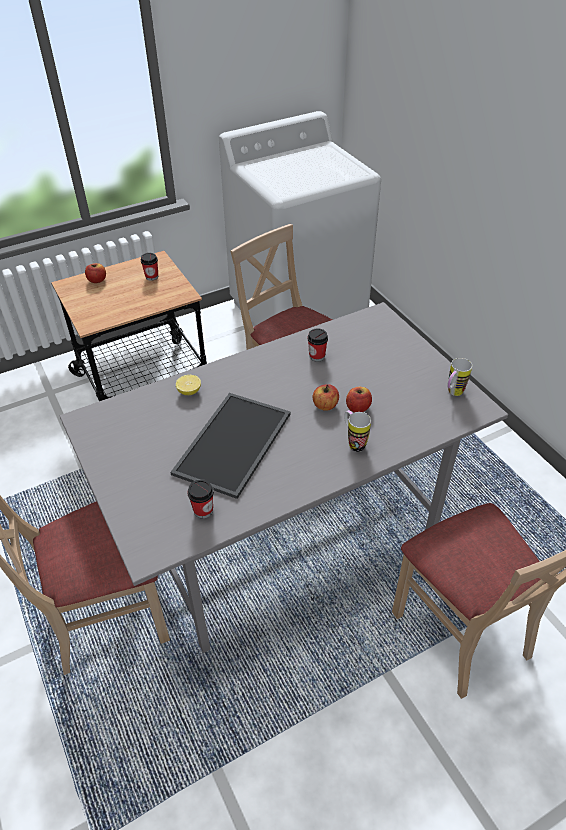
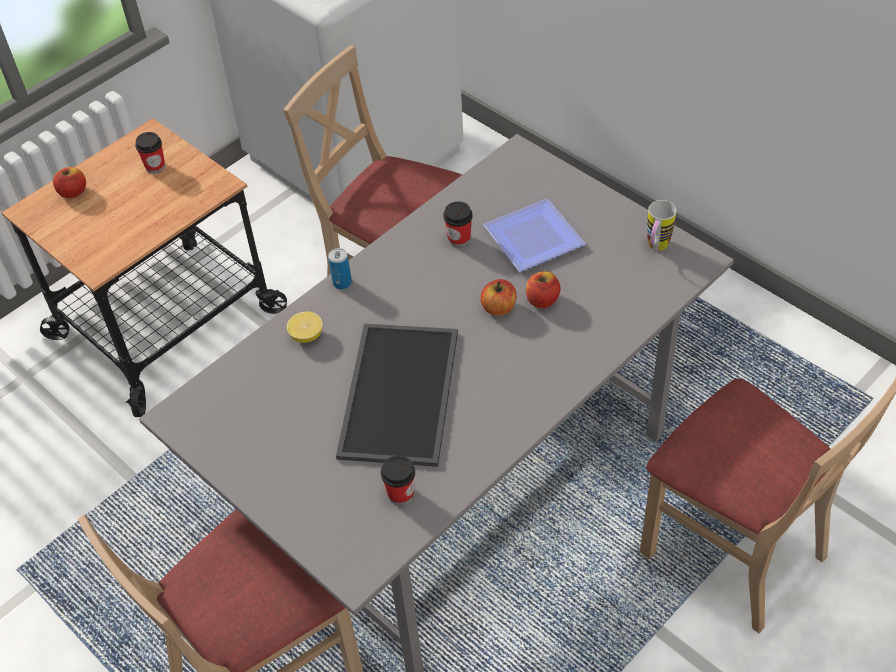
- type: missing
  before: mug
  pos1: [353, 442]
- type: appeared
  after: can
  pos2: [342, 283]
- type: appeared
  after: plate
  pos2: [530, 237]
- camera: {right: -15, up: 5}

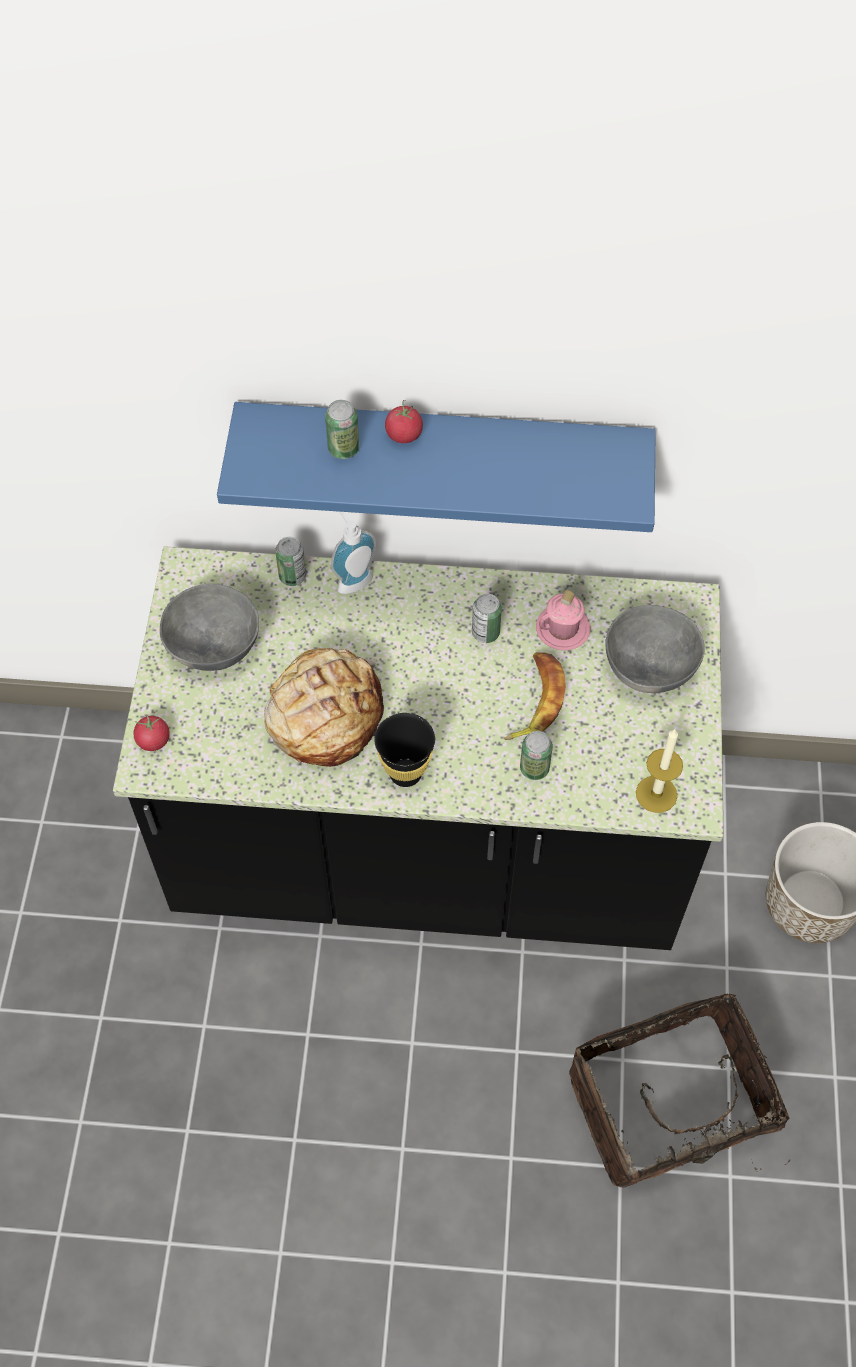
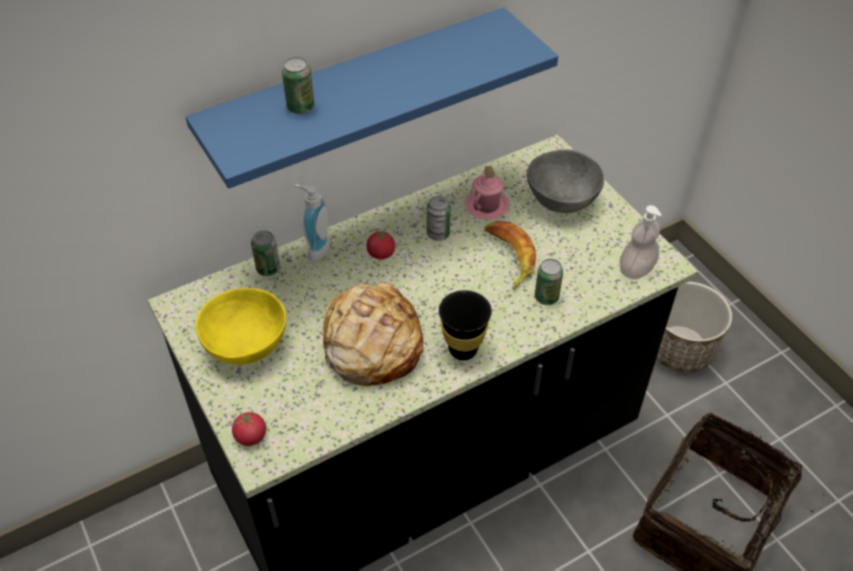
- type: colour
  before: grey bowl
  after: yellow bowl
  pos1: [212, 647]
  pos2: [244, 346]
- type: relocated
  before: tomato
  pos1: [404, 434]
  pos2: [381, 253]
- type: exchanged
  before: candle
  after: soap dispenser
  pos1: [656, 794]
  pos2: [636, 269]
- camera: {right: -35, up: -10}

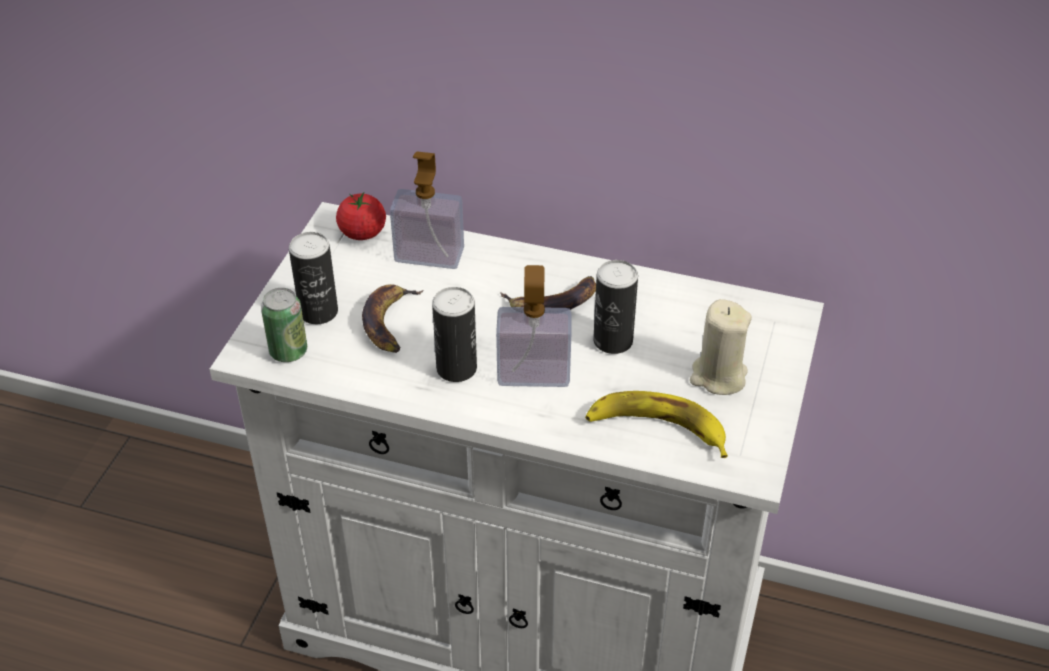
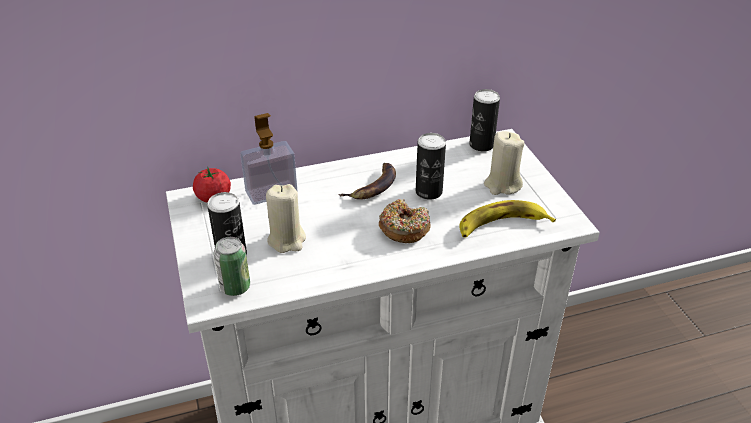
- type: exchanged
  before: banana
  after: beige candle
  pos1: [390, 323]
  pos2: [287, 240]
- type: relocated
  before: can
  pos1: [456, 368]
  pos2: [481, 145]
- type: exchanged
  before: soap dispenser
  after: donut
  pos1: [533, 373]
  pos2: [404, 228]
- camera: {right: -35, up: -5}

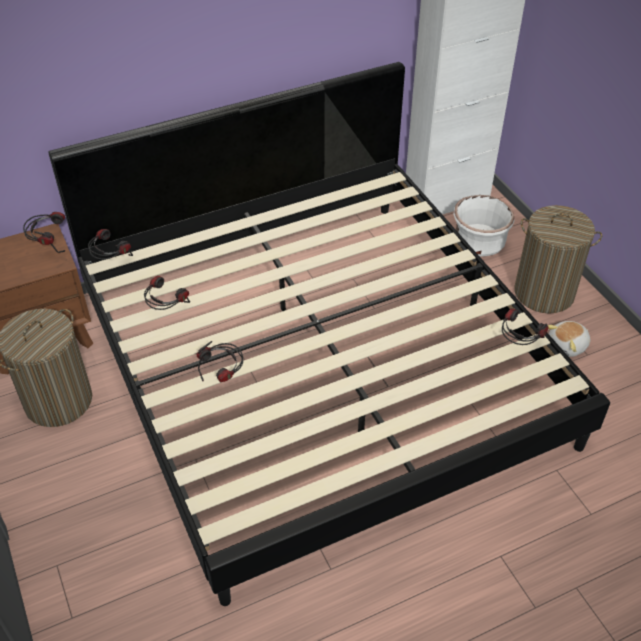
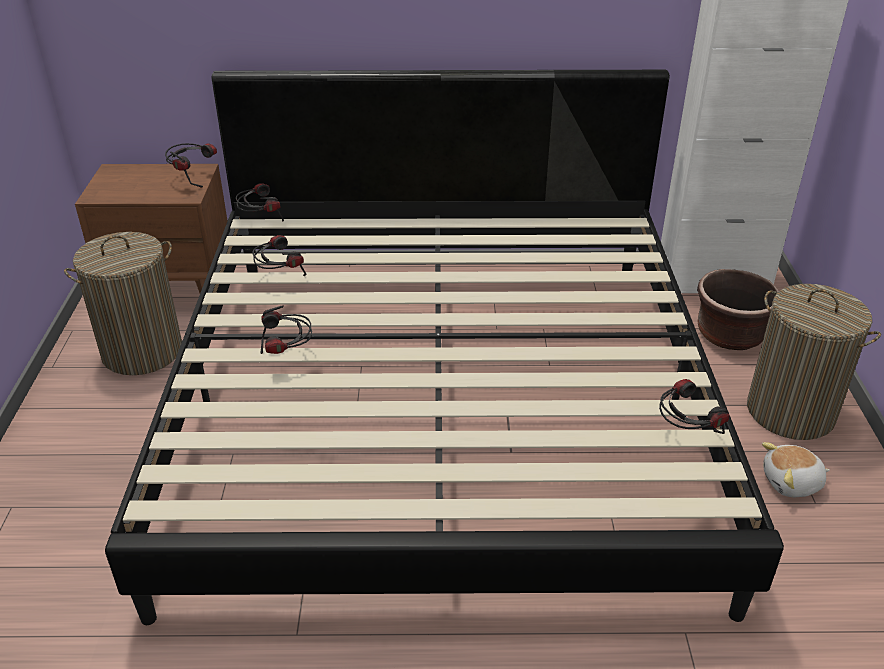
- type: colour
  before: white planter
  after: brown planter
  pos1: [479, 243]
  pos2: [729, 334]
- camera: {right: 25, up: -10}

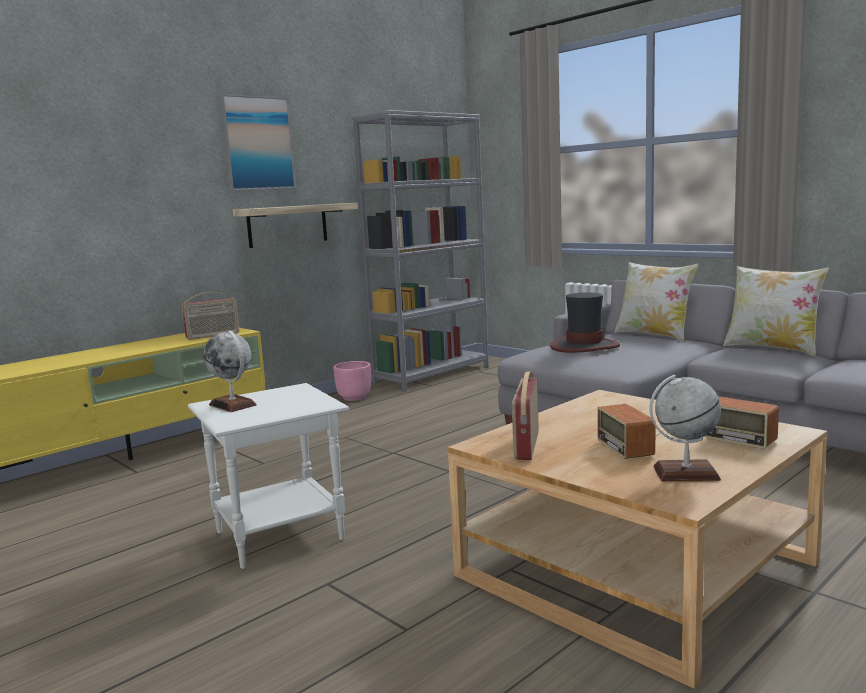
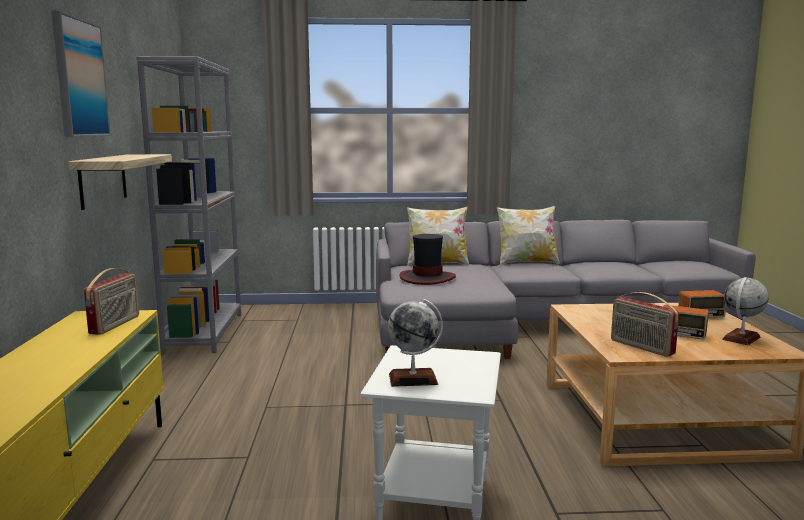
- type: missing
  before: pink planter
  pos1: [354, 398]
- camera: {right: -50, up: 0}

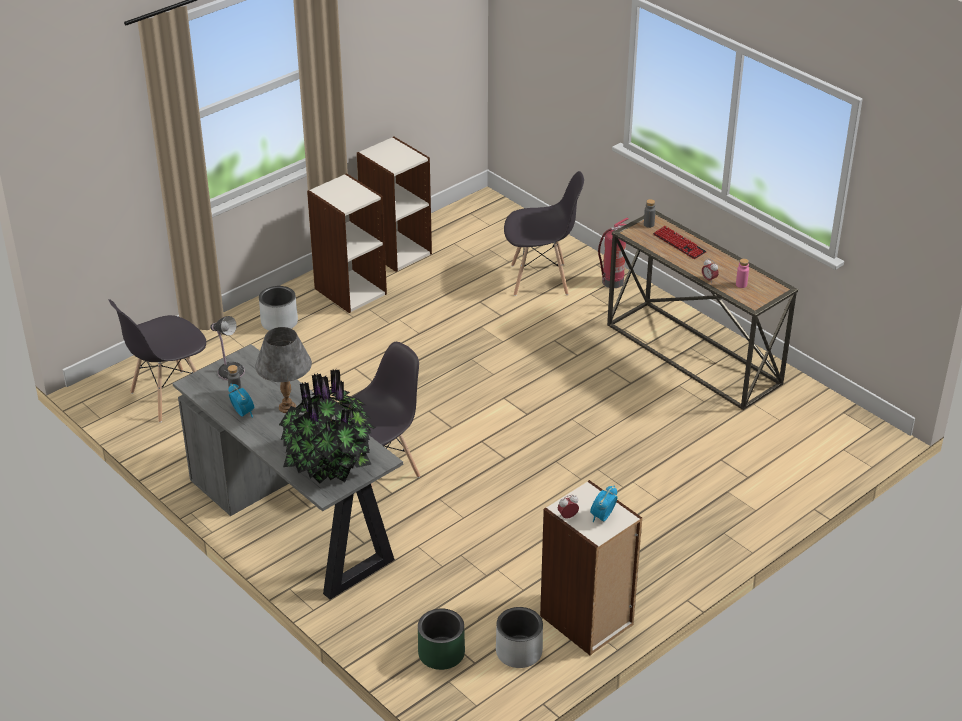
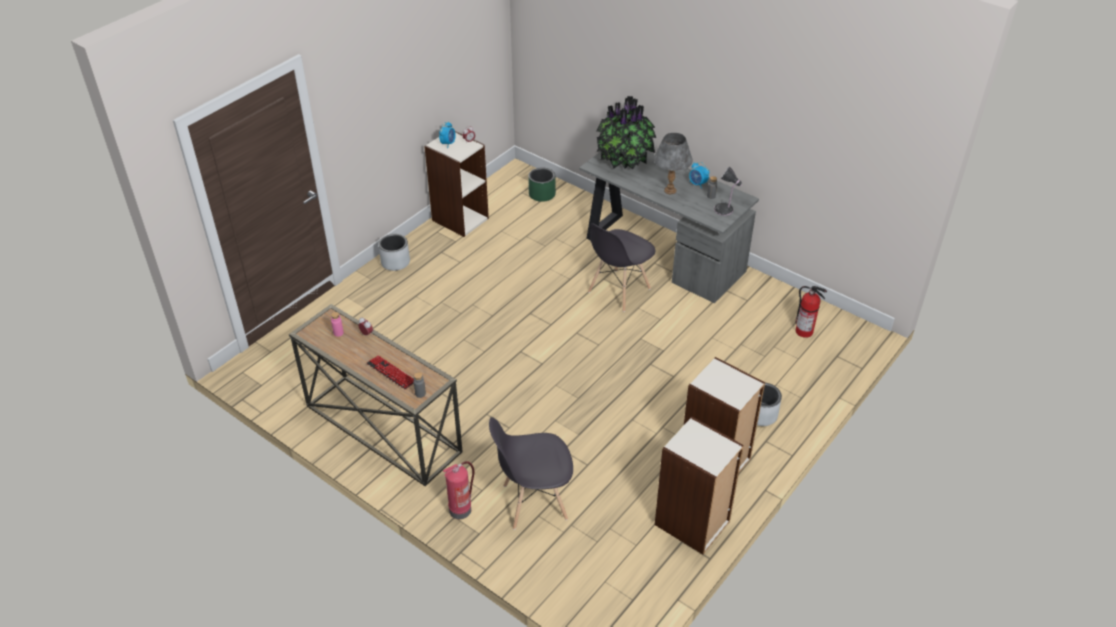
- type: exchanged
  before: grey chair
  after: fire extinguisher
  pos1: [169, 396]
  pos2: [805, 331]
- type: relocated
  before: grey planter
  pos1: [519, 652]
  pos2: [395, 262]
- camera: {right: 170, up: 5}

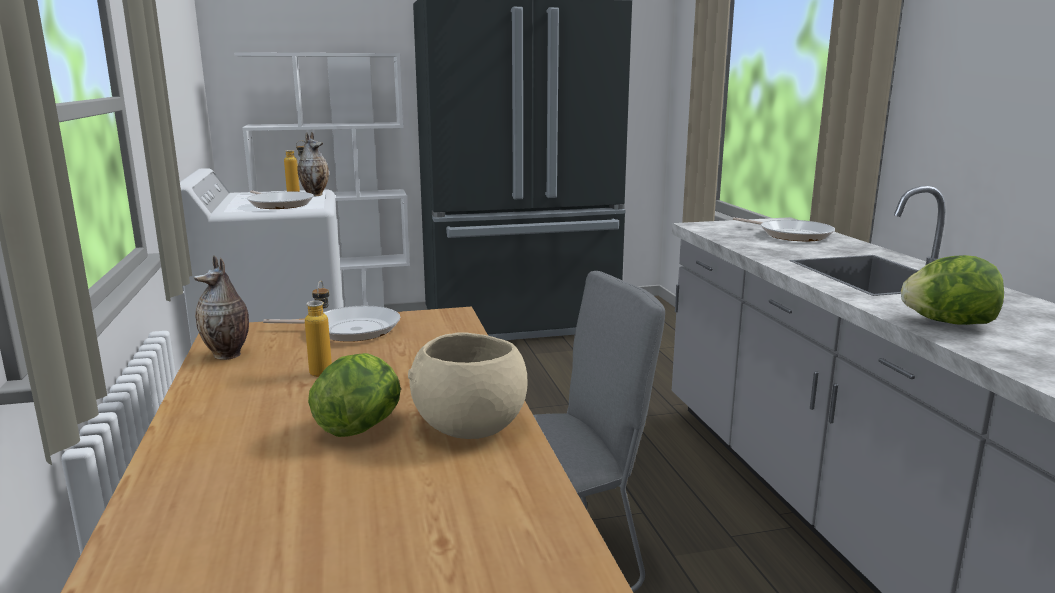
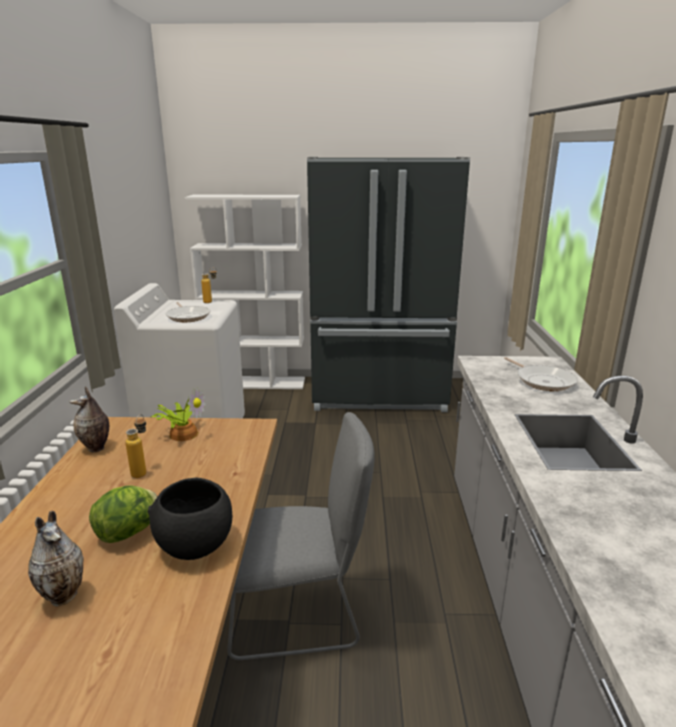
- type: exchanged
  before: frying pan
  after: potted plant
  pos1: [349, 330]
  pos2: [183, 433]
- type: relocated
  before: vase
  pos1: [315, 195]
  pos2: [65, 594]
- type: colour
  before: beige bowl
  after: black bowl
  pos1: [467, 426]
  pos2: [193, 543]
- type: missing
  before: lettuce
  pos1: [948, 323]
- camera: {right: 15, up: 5}

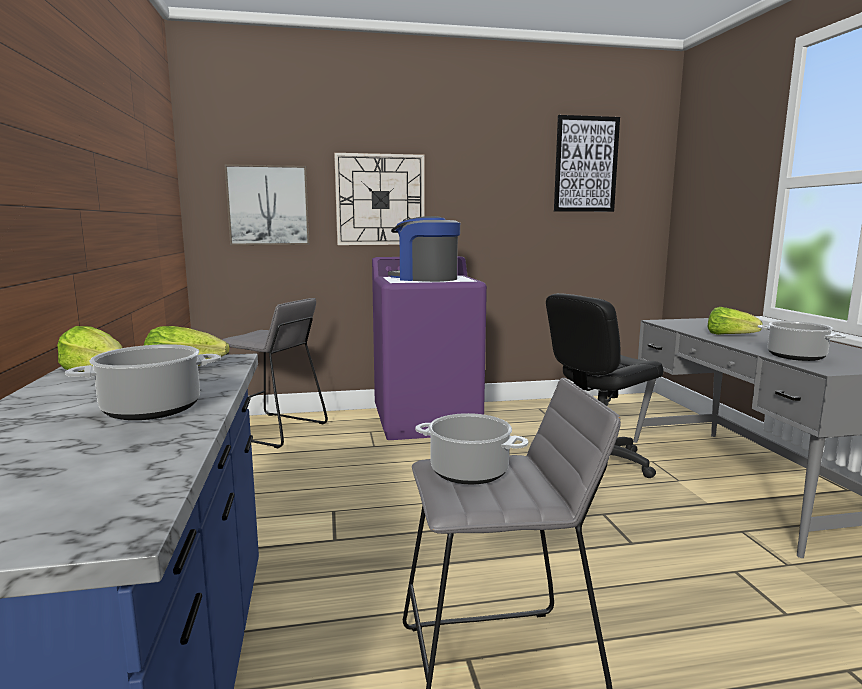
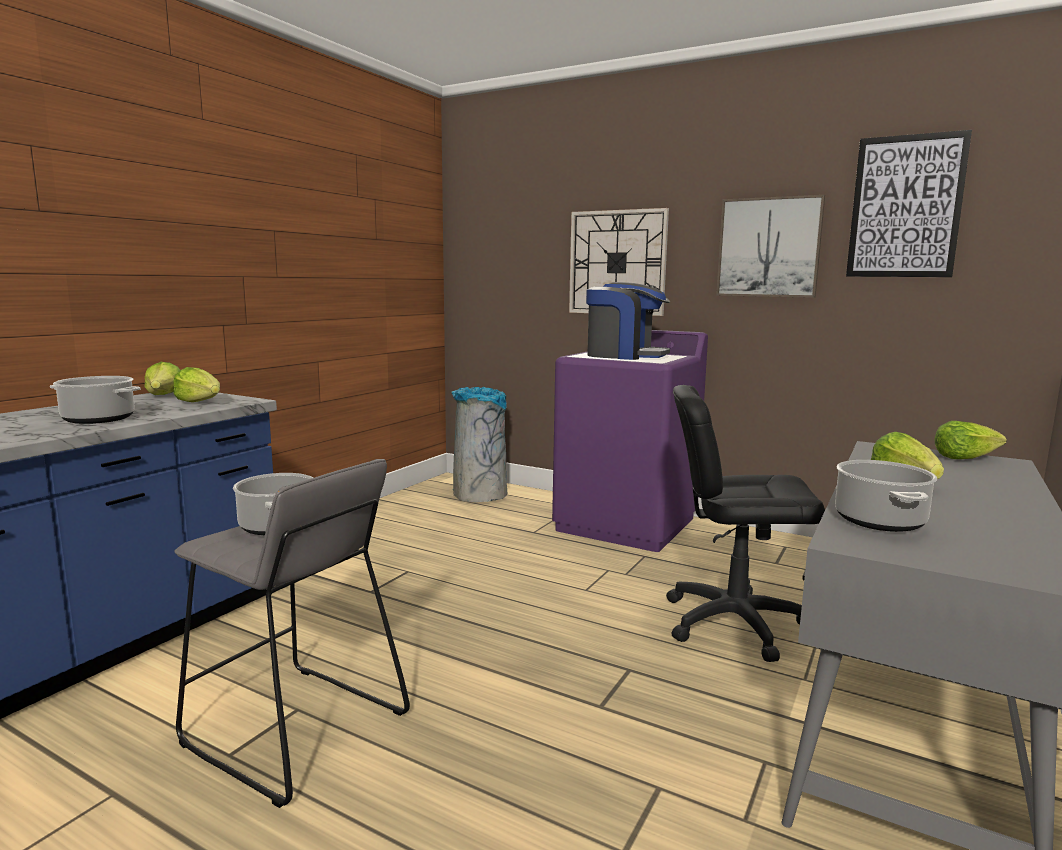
- type: exchanged
  before: grey stool
  after: grey trash can
  pos1: [273, 430]
  pos2: [480, 495]
- type: relocated
  before: picture
  pos1: [268, 205]
  pos2: [769, 247]
- type: spun
  before: coffee machine
  pos1: [425, 278]
  pos2: [625, 355]
  turn: 135
- type: appeared
  after: lettuce
  pos2: [964, 457]
- camera: {right: 40, up: 0}

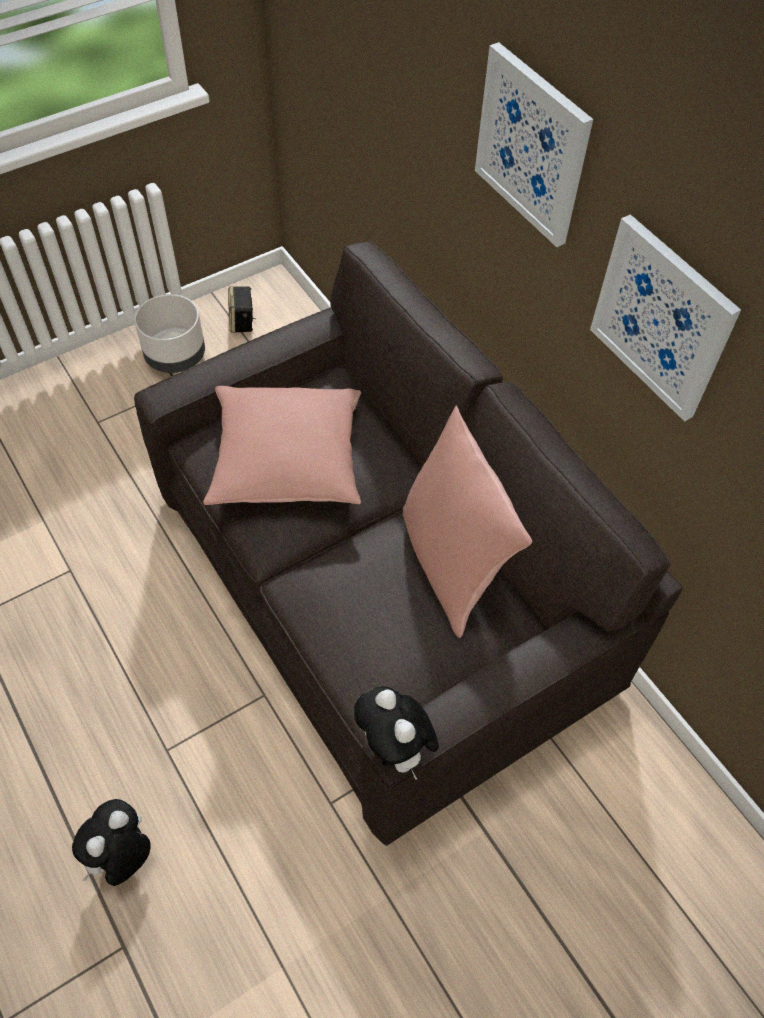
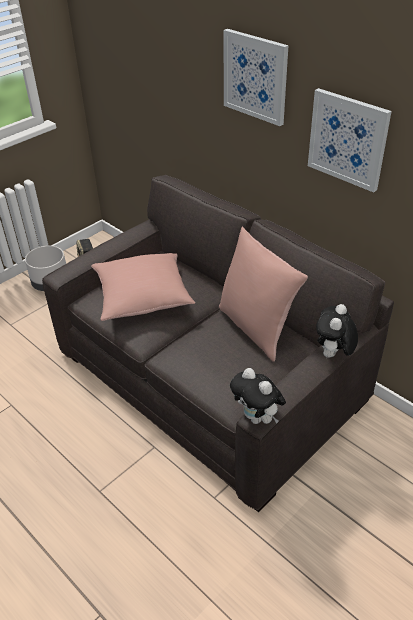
- type: relocated
  before: plush toy
  pos1: [122, 856]
  pos2: [333, 355]
- camera: {right: -10, up: -15}

